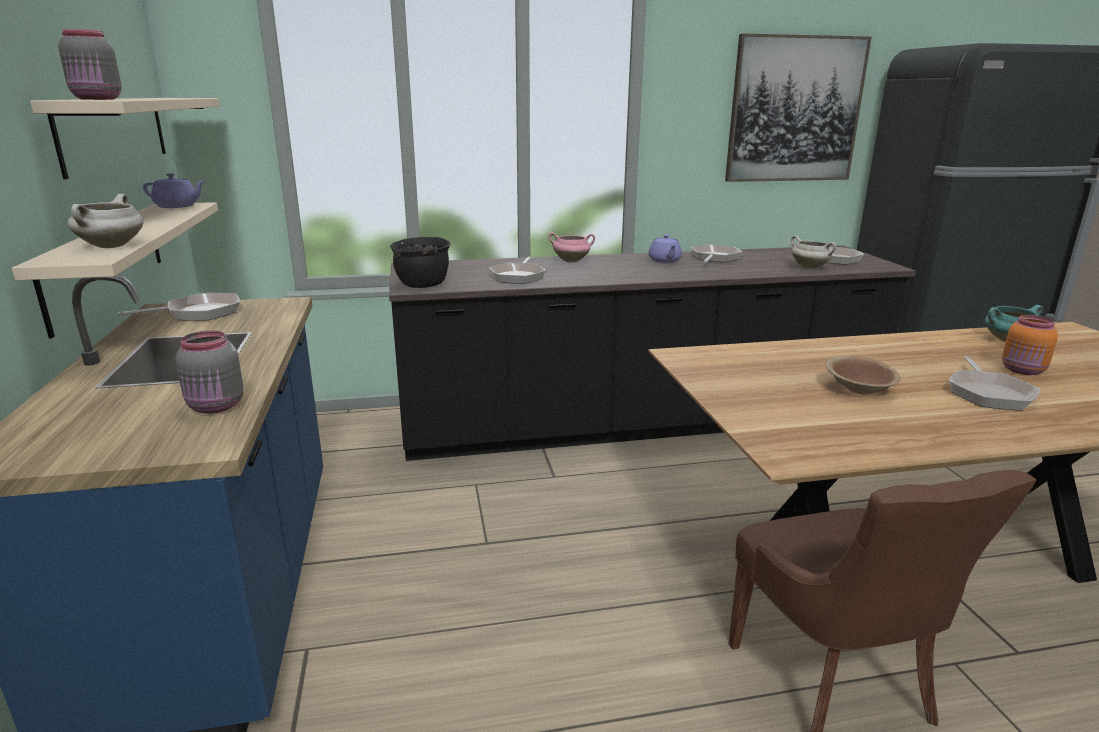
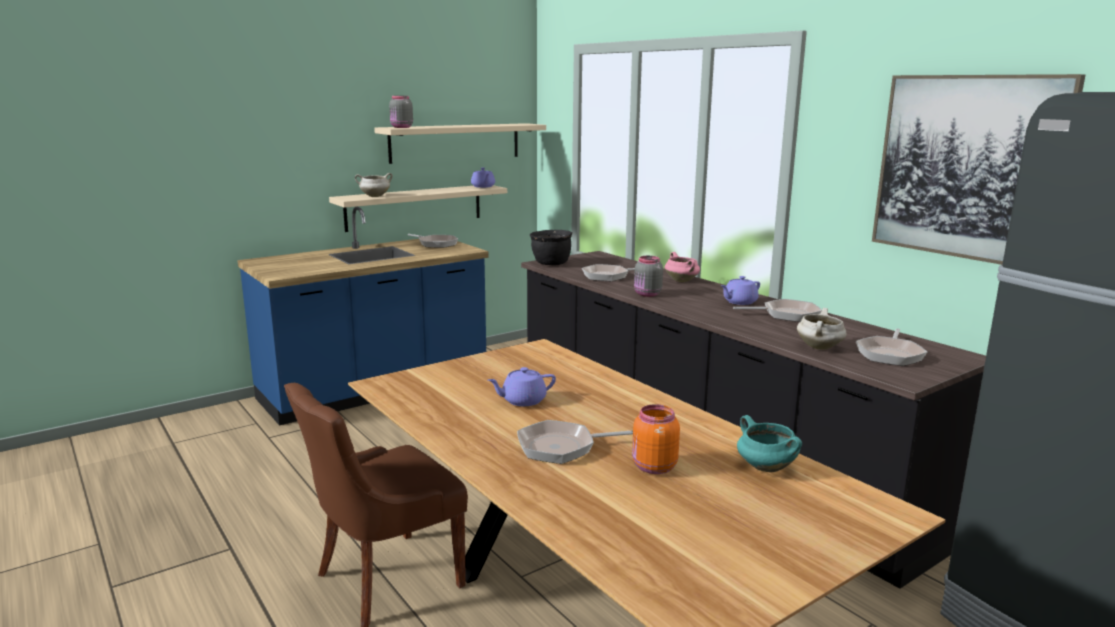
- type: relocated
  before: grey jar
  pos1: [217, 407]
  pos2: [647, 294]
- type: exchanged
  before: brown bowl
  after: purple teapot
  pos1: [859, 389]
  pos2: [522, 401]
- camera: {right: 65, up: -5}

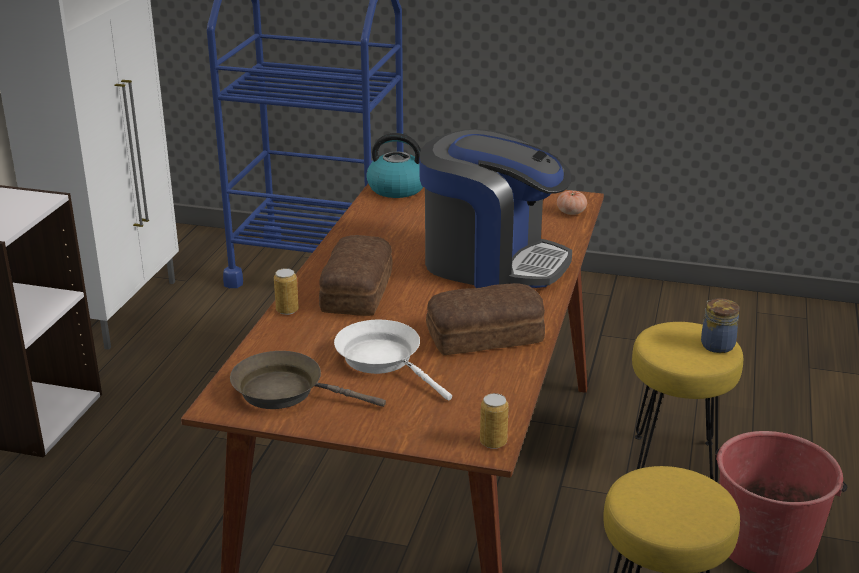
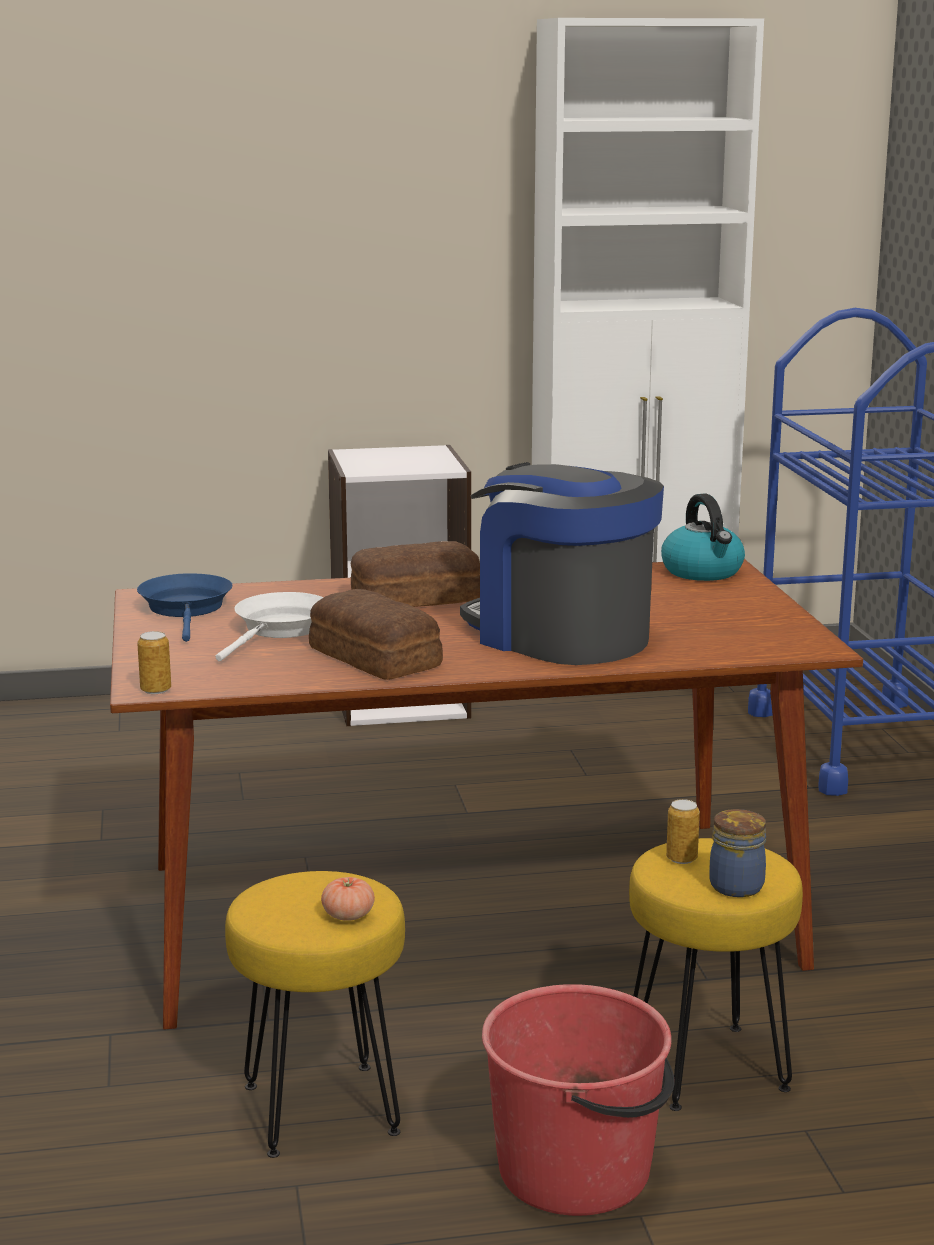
- type: colour
  before: brown frying pan
  after: blue frying pan
  pos1: [285, 391]
  pos2: [187, 609]
- type: relocated
  before: can
  pos1: [287, 310]
  pos2: [681, 858]
- type: spun
  before: coffee machine
  pos1: [491, 263]
  pos2: [559, 636]
  turn: 135
- type: relocated
  before: tomato
  pos1: [571, 212]
  pos2: [348, 915]
- camera: {right: 65, up: -10}

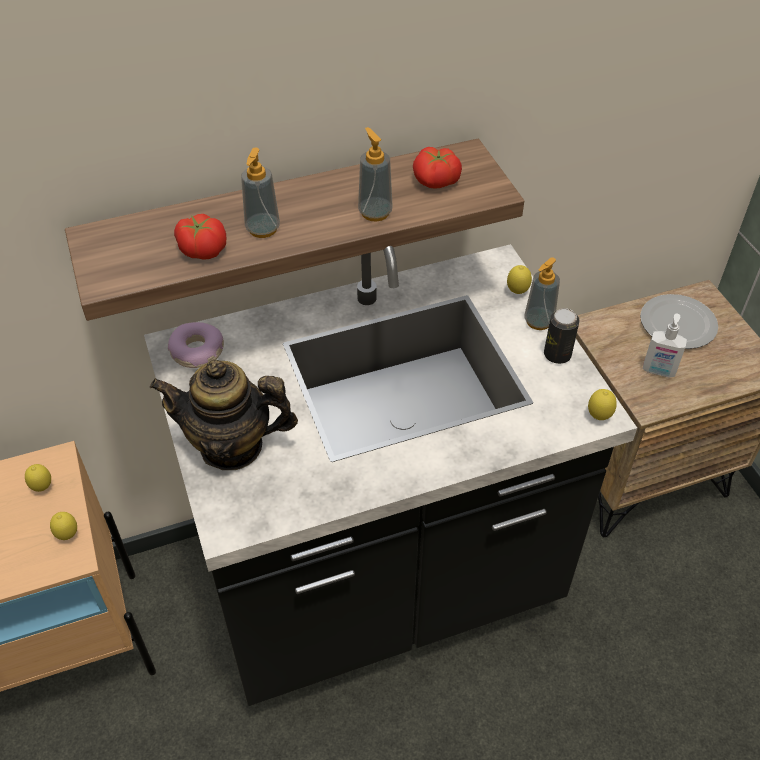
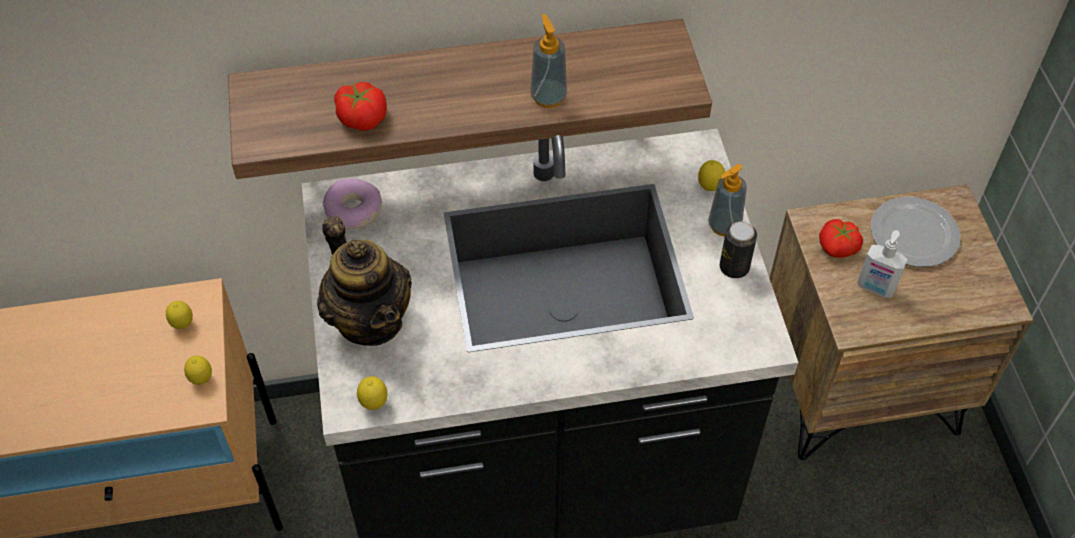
- type: spun
  before: teapot
  pos1: [232, 446]
  pos2: [370, 320]
  turn: -135
- type: missing
  before: soap dispenser
  pos1: [262, 229]
- type: relocated
  before: tomato
  pos1: [436, 181]
  pos2: [838, 248]
- type: relocated
  before: lemon
  pos1: [598, 417]
  pos2: [374, 404]
- camera: {right: 10, up: 5}

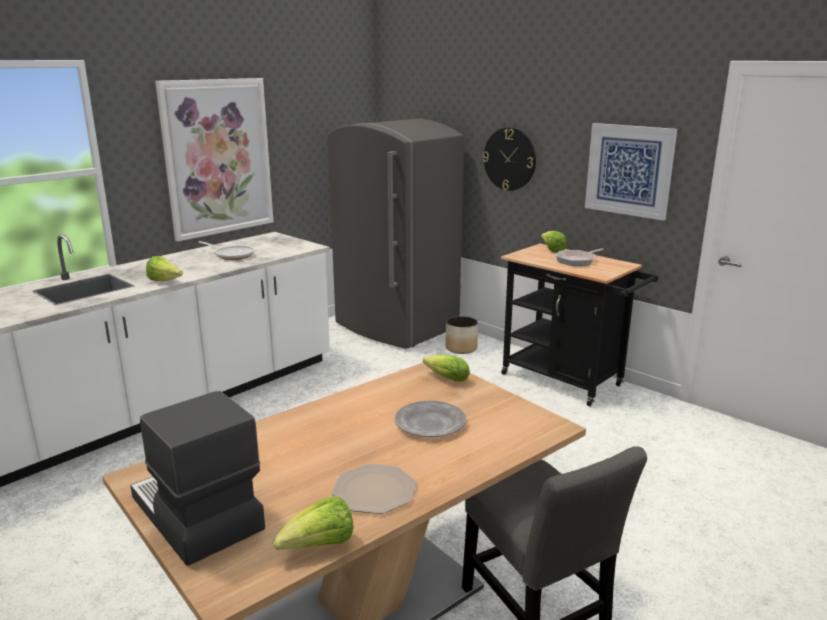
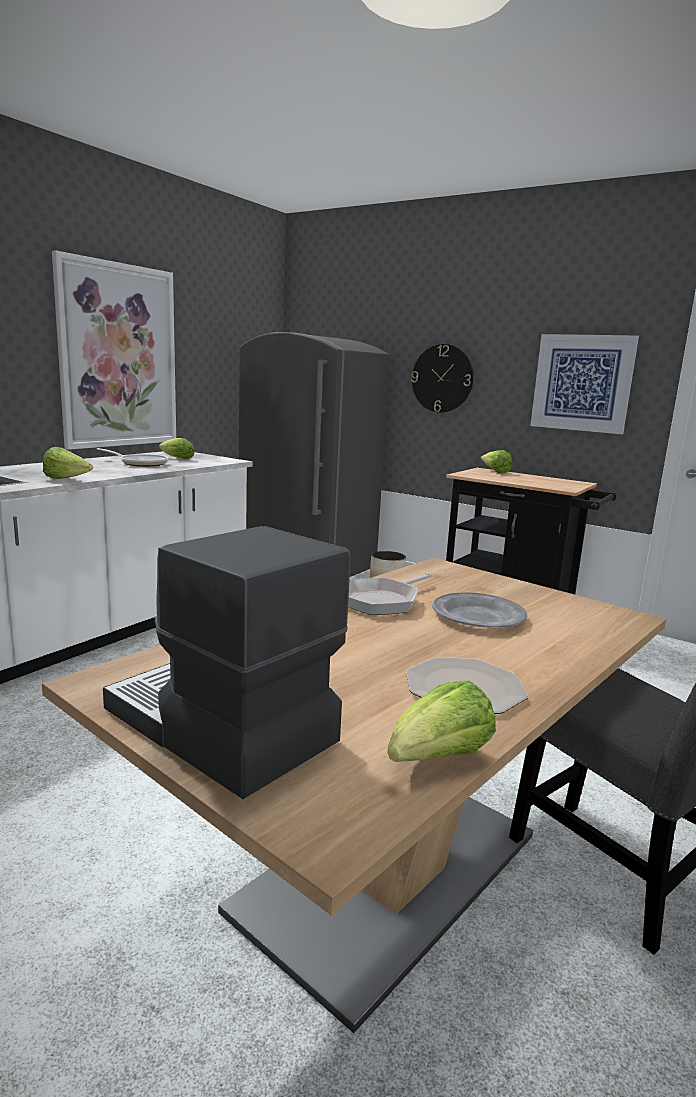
- type: relocated
  before: lettuce
  pos1: [444, 377]
  pos2: [175, 458]
- type: relocated
  before: frying pan
  pos1: [577, 260]
  pos2: [382, 601]
- camera: {right: -10, up: -5}

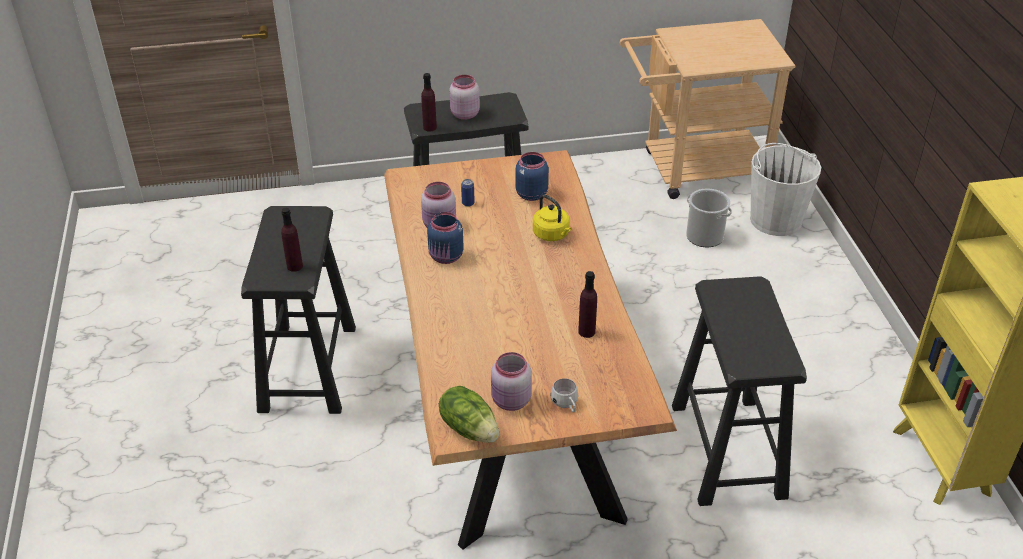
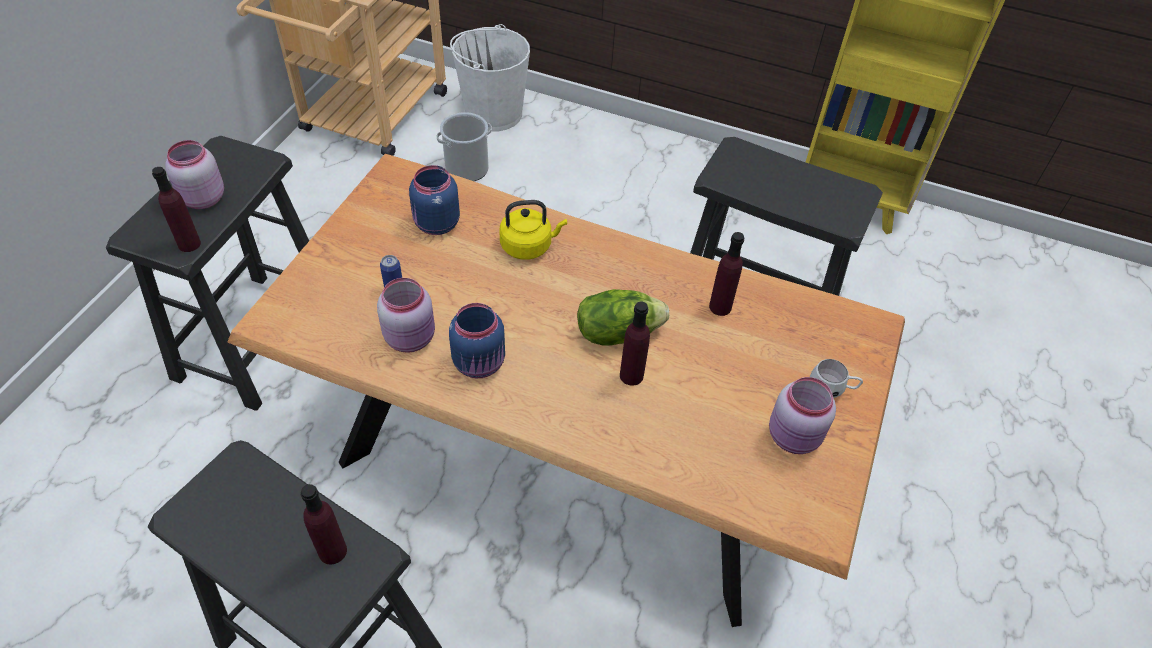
- type: relocated
  before: lettuce
  pos1: [470, 428]
  pos2: [617, 332]
- type: appeared
  after: purple bottle
  pos2: [631, 375]
- camera: {right: -60, up: 10}

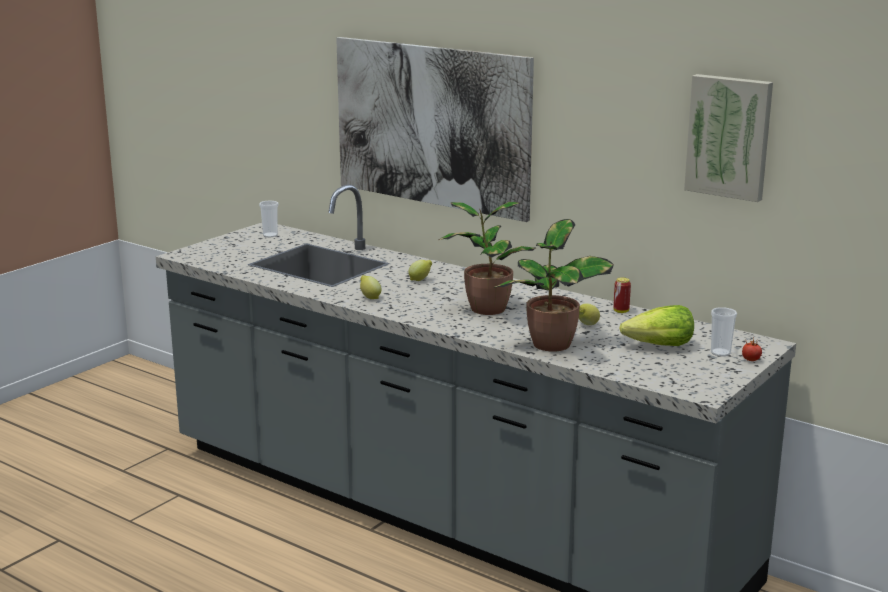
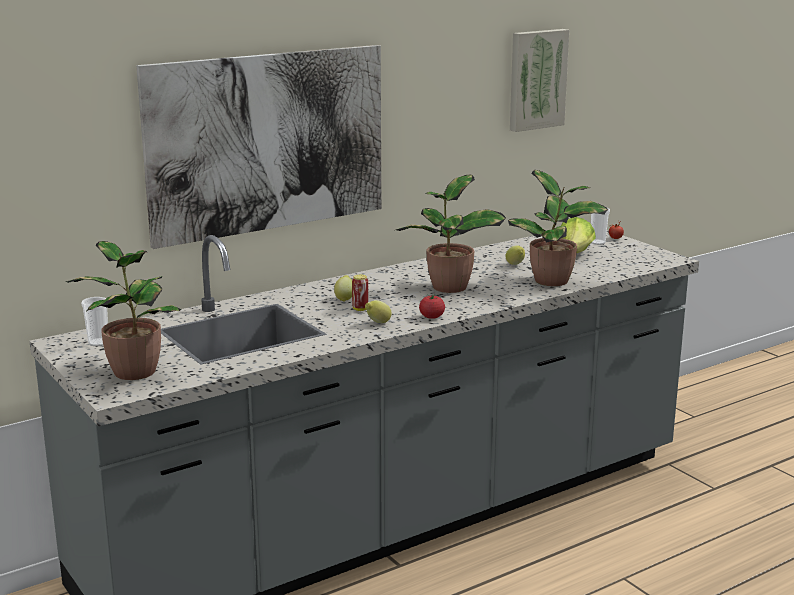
- type: relocated
  before: can
  pos1: [621, 311]
  pos2: [360, 309]
- type: appeared
  after: potted plant
  pos2: [132, 371]
- type: appeared
  after: tomato
  pos2: [432, 317]
- camera: {right: -70, up: 0}

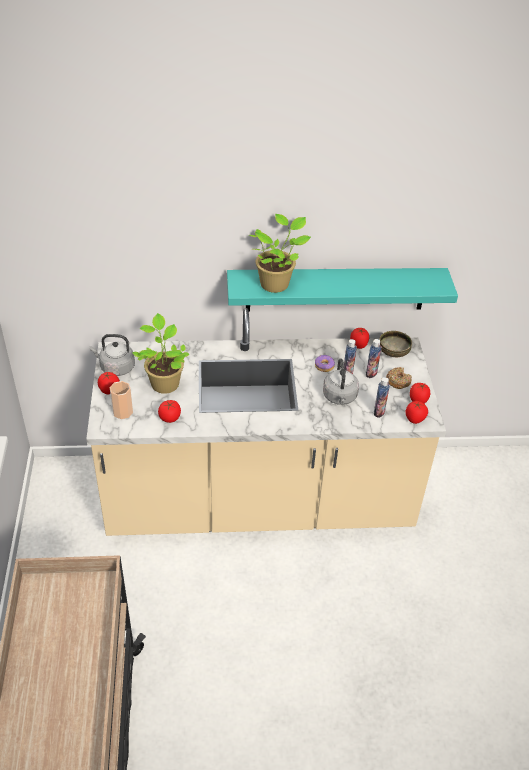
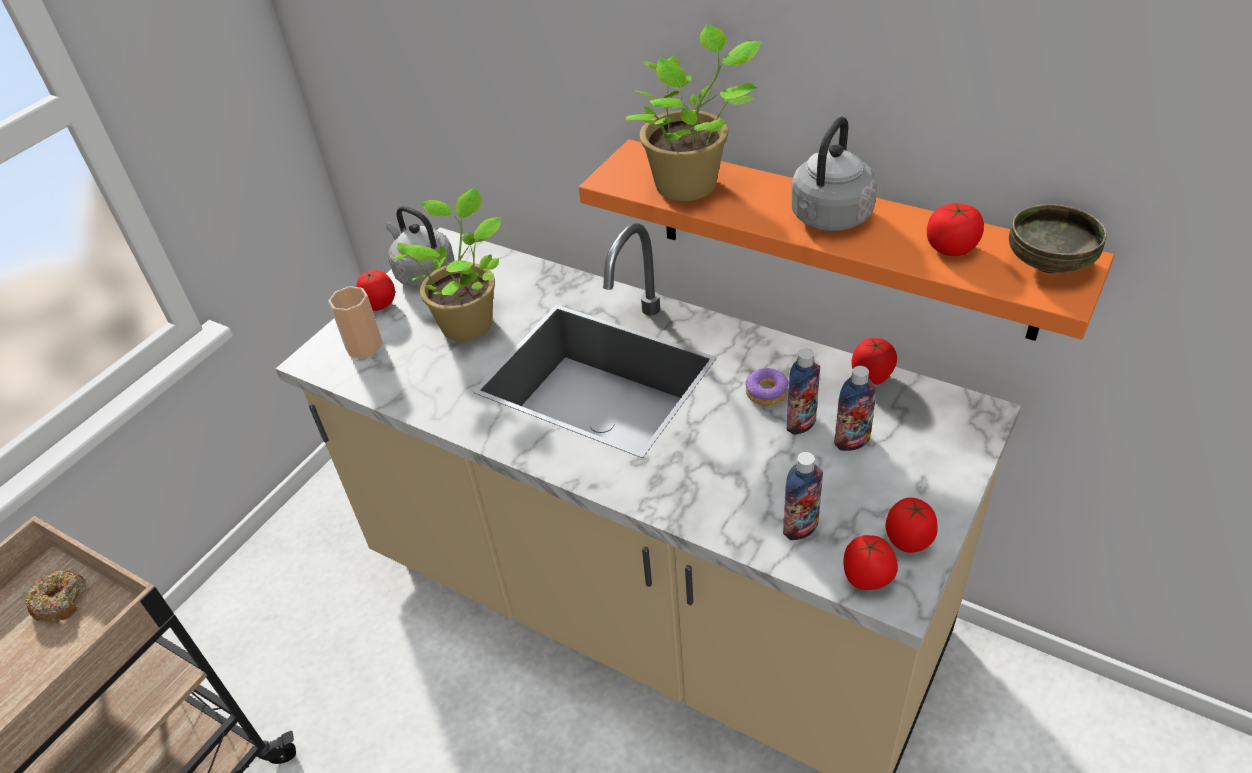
- type: relocated
  before: tomato
  pos1: [170, 418]
  pos2: [951, 248]
- type: colour
  before: turquoise shelf
  after: orange shelf
  pos1: [336, 289]
  pos2: [841, 238]
- type: relocated
  before: grey kettle
  pos1: [340, 397]
  pos2: [829, 219]
- type: relocated
  before: bowl
  pos1: [393, 353]
  pos2: [1048, 264]
- type: relocated
  before: donut
  pos1: [398, 381]
  pos2: [60, 601]
- camera: {right: 40, up: 0}

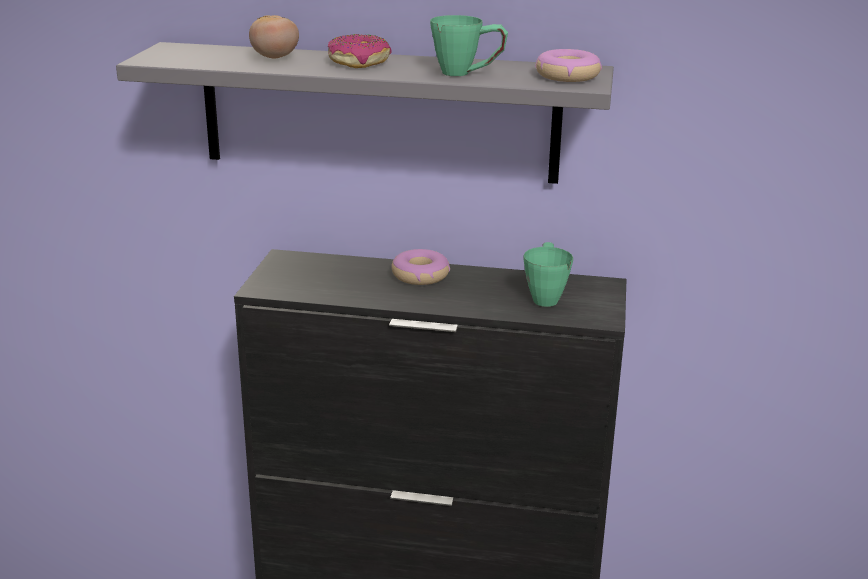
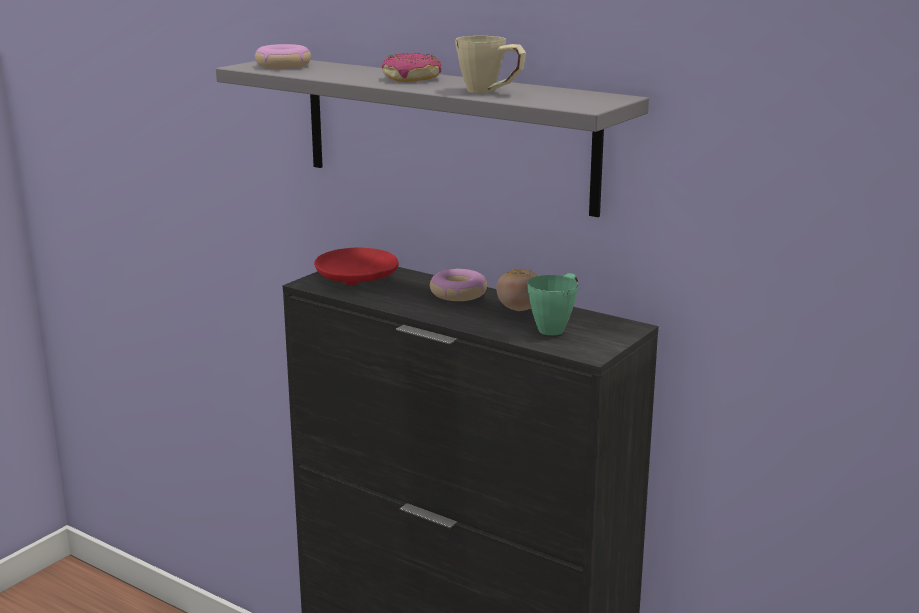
- type: relocated
  before: tomato
  pos1: [275, 57]
  pos2: [519, 309]
- type: colour
  before: green mug
  after: beige mug
  pos1: [467, 73]
  pos2: [491, 92]
- type: relocated
  before: donut
  pos1: [567, 76]
  pos2: [283, 65]
- type: appeared
  after: red plate
  pos2: [357, 279]
- camera: {right: 25, up: -5}

